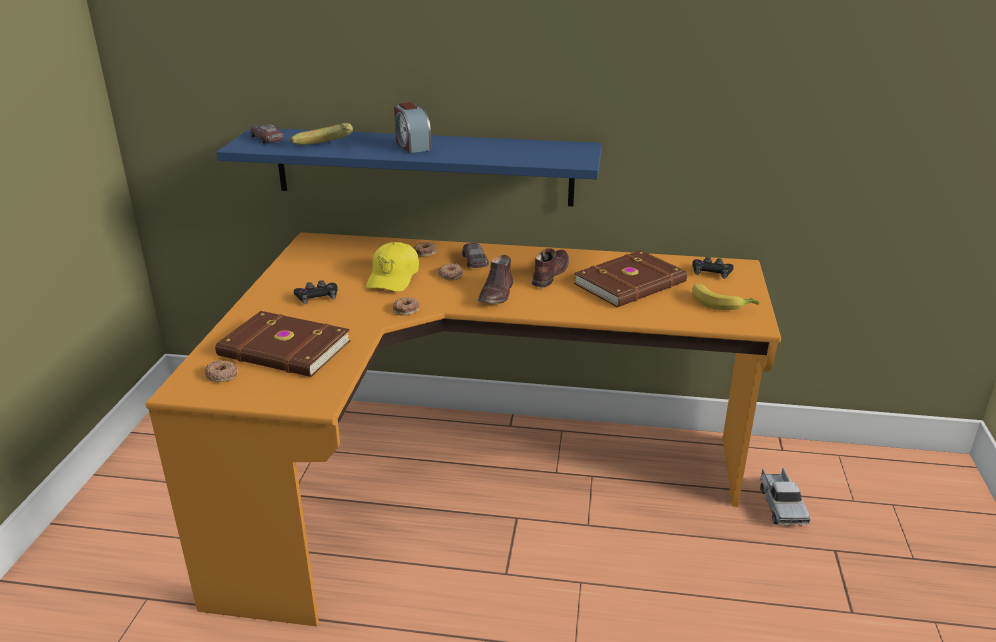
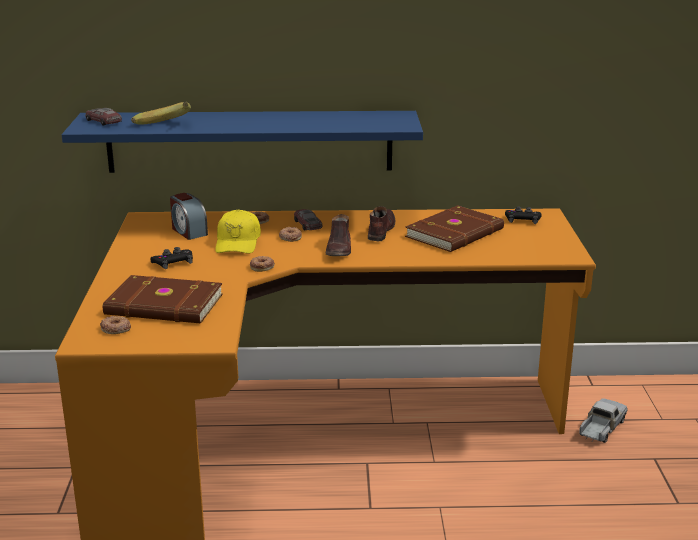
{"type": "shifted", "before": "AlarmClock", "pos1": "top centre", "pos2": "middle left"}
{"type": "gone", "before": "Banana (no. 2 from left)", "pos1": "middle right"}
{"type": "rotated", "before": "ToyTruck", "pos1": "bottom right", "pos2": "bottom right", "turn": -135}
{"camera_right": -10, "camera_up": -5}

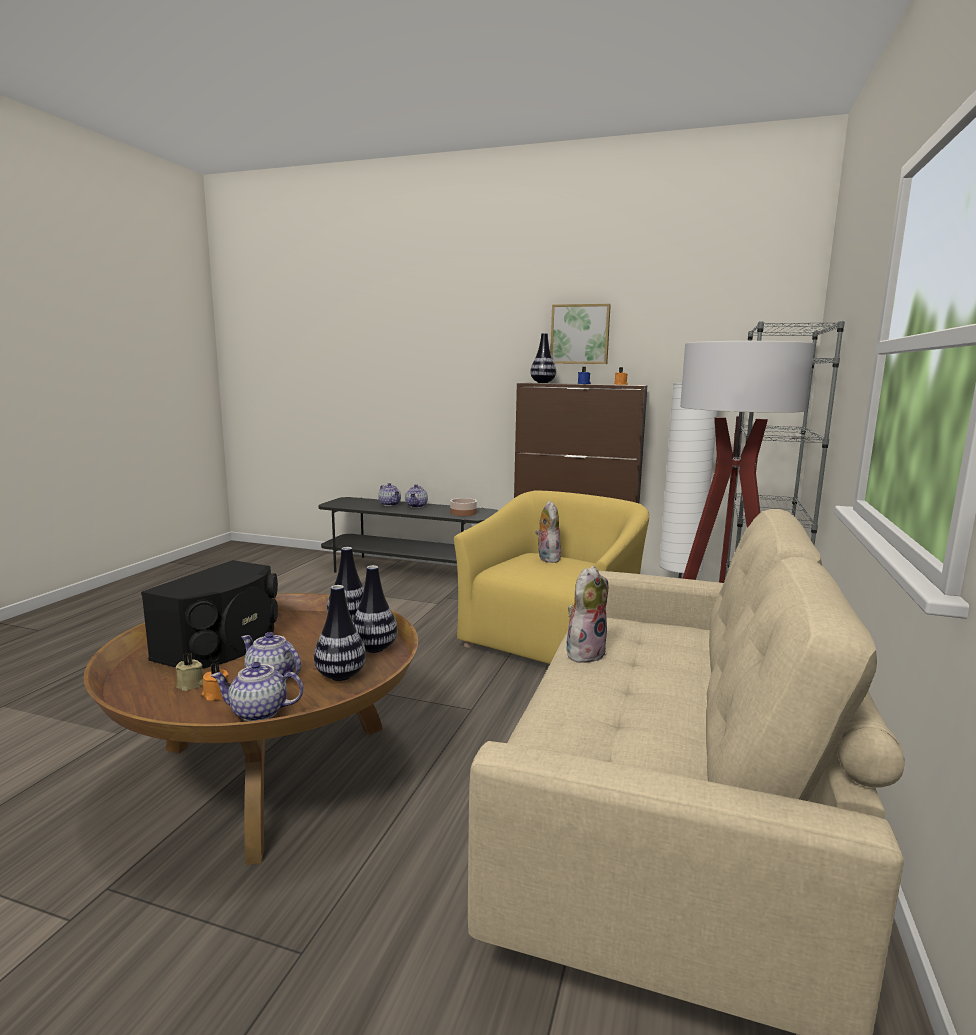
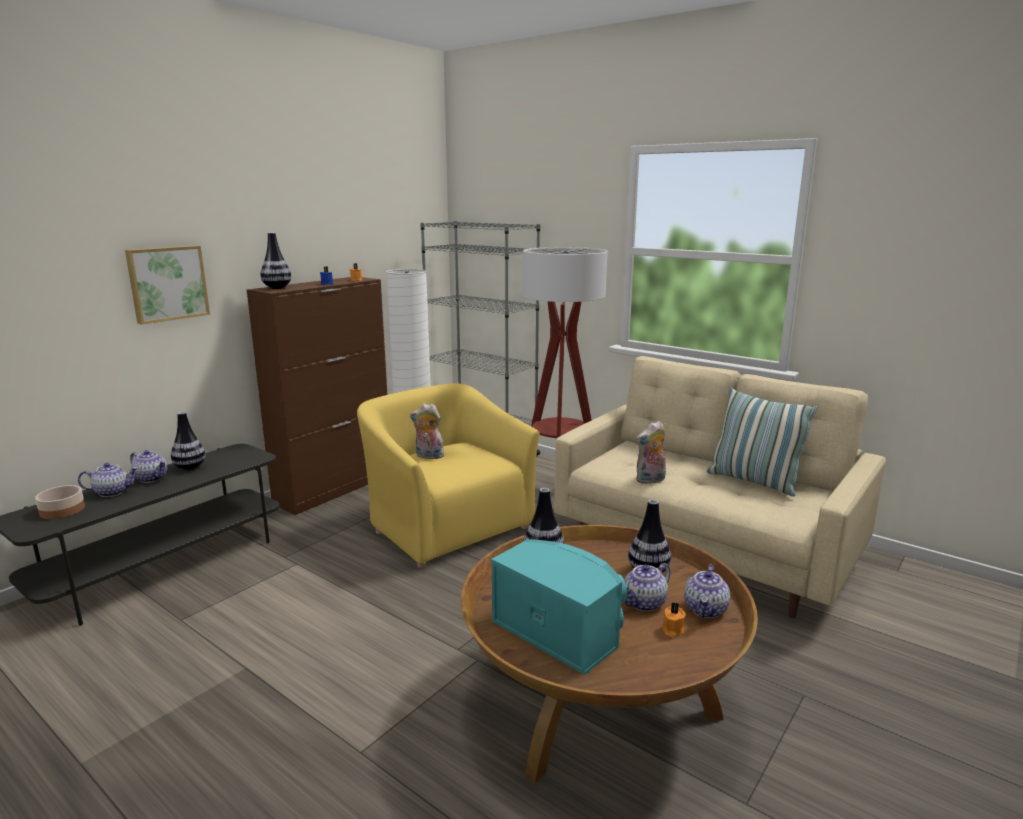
{"type": "shifted", "before": "Picture", "pos1": "top centre", "pos2": "middle left"}
{"type": "shifted", "before": "Bowl", "pos1": "centre", "pos2": "middle left"}
{"type": "repainted", "before": "BlackSpeaker", "after": "TurquoiseSpeaker", "pos1": "middle left", "pos2": "bottom centre"}
{"type": "shifted", "before": "Vase (no. 3 from left in the first image)", "after": "Vase (no. 1 from left)", "pos1": "centre", "pos2": "middle left"}
{"type": "rotated", "before": "PlushToy (no. 2 from left)", "pos1": "centre", "pos2": "centre", "turn": -90}
{"type": "gone", "before": "BeigeCandle", "pos1": "middle left"}
{"type": "new", "after": "Pillow", "pos2": "middle right"}
{"camera_right": -70, "camera_up": 5}

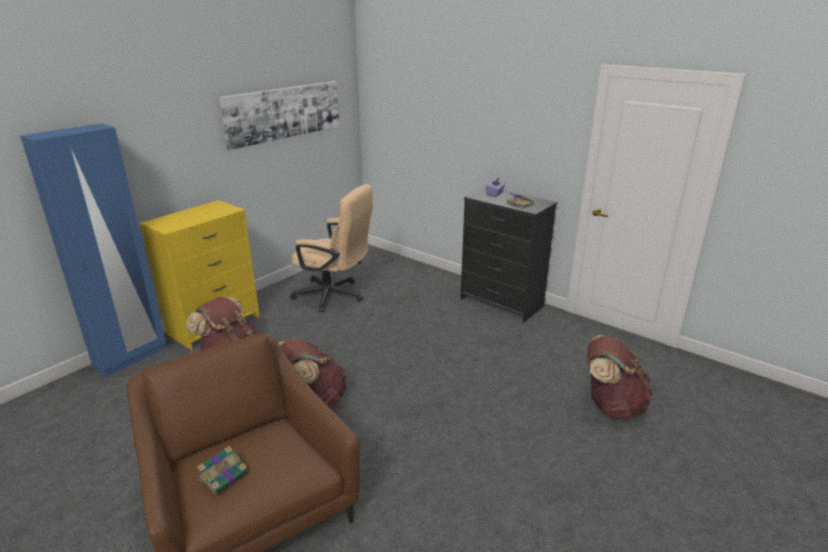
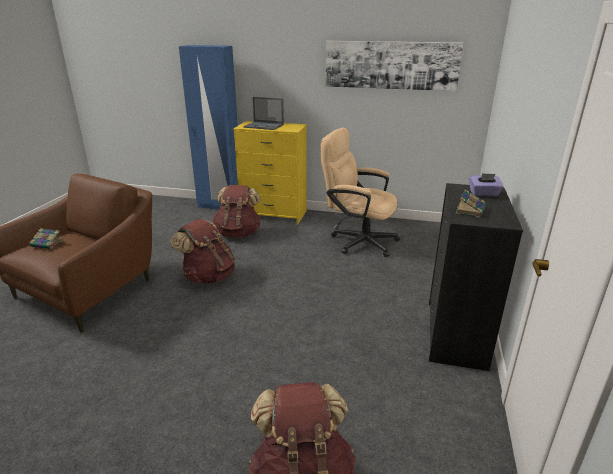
{"type": "rotated", "before": "BeigeOfficeChair", "pos1": "centre", "pos2": "centre", "turn": 120}
{"type": "new", "after": "Laptop", "pos2": "top centre"}
{"camera_right": 65, "camera_up": 0}

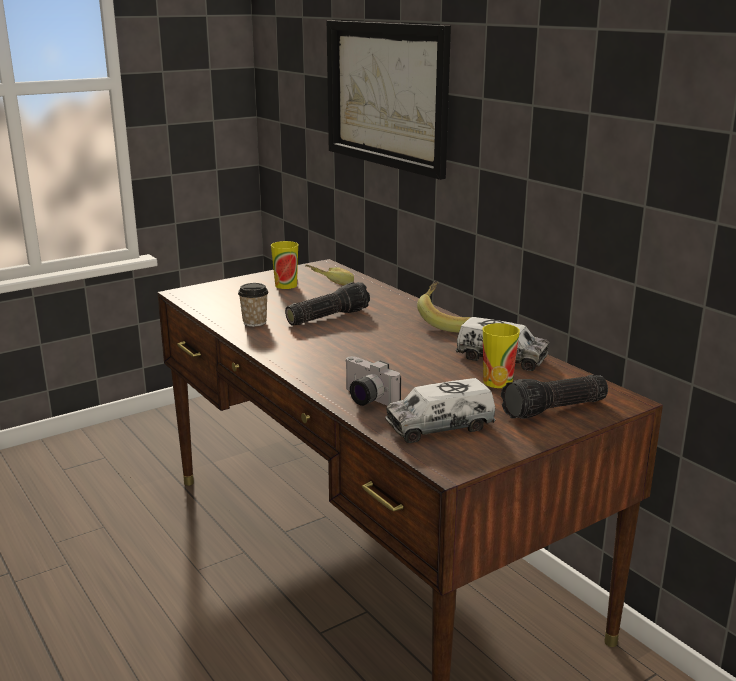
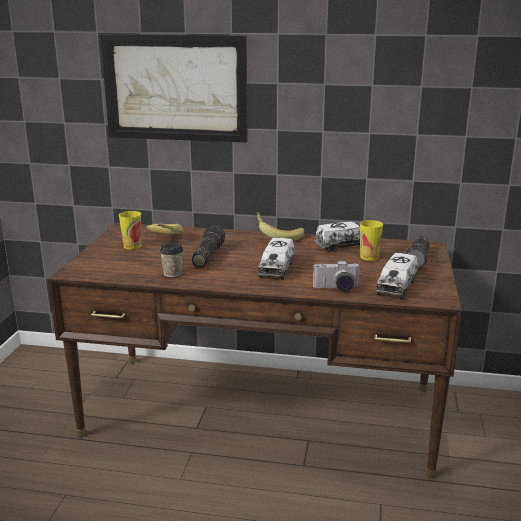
{"type": "new", "after": "ToyTruck (no. 1 from left)", "pos2": "centre"}
{"camera_right": -45, "camera_up": 0}

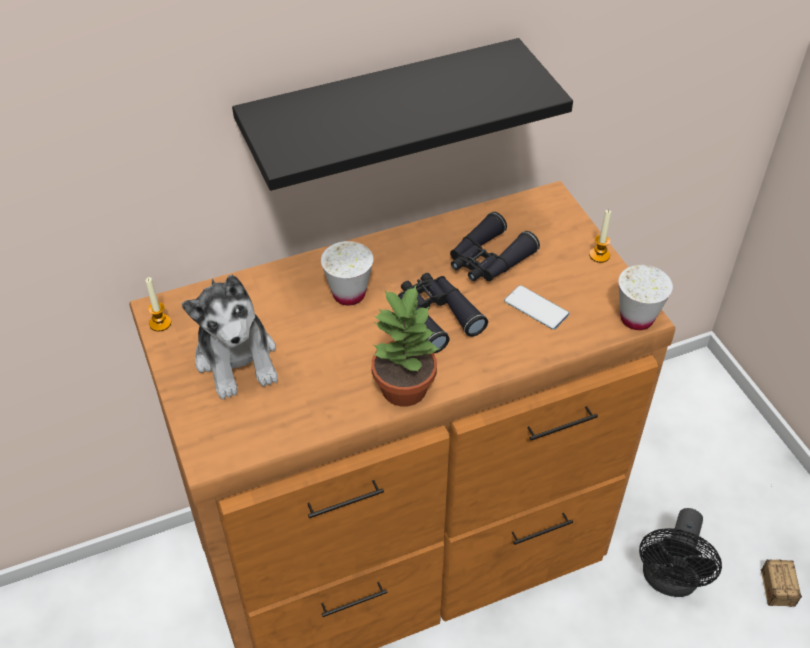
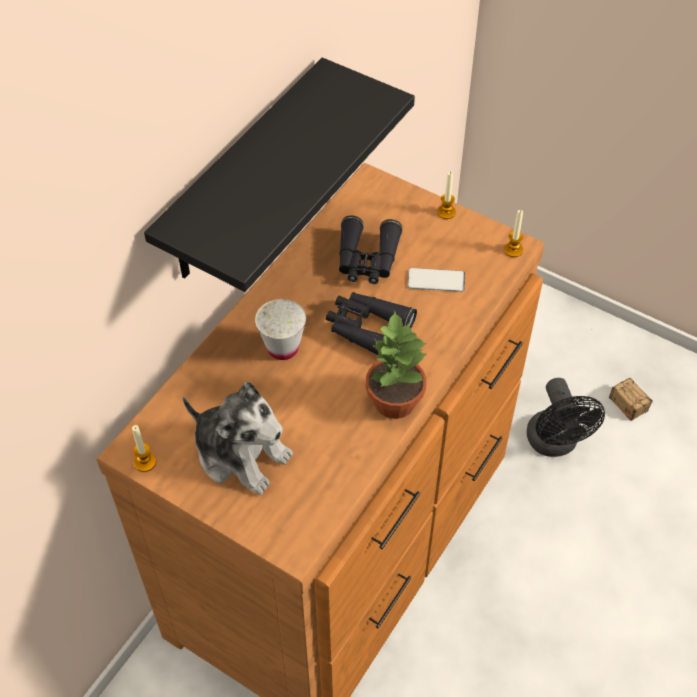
{"type": "swapped", "before": "WhiteCup (no. 2 from left)", "after": "Candle (no. 3 from left)", "pos1": "middle right", "pos2": "middle right"}
{"camera_right": -35, "camera_up": 5}

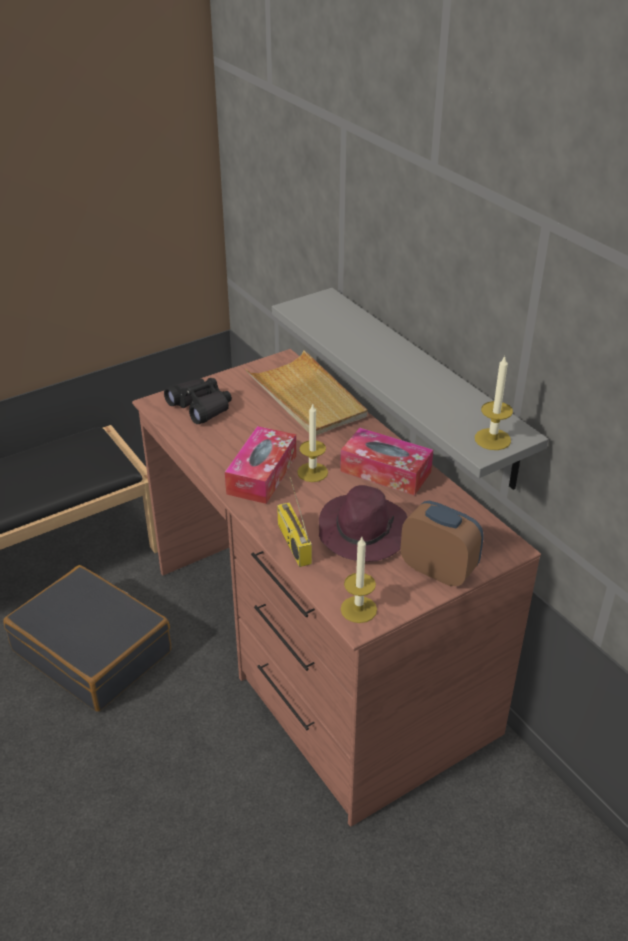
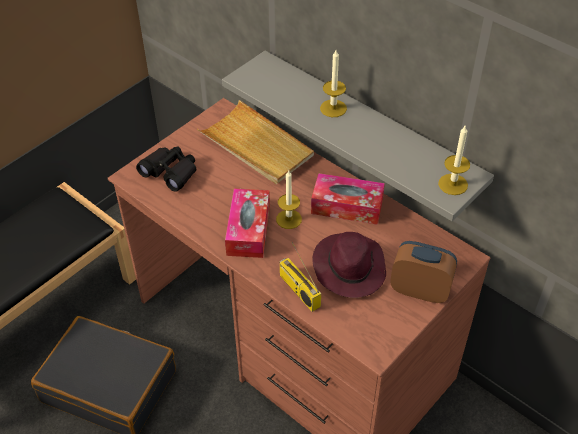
{"type": "shifted", "before": "Candle (no. 2 from left)", "pos1": "centre", "pos2": "top centre"}
{"camera_right": -15, "camera_up": 10}

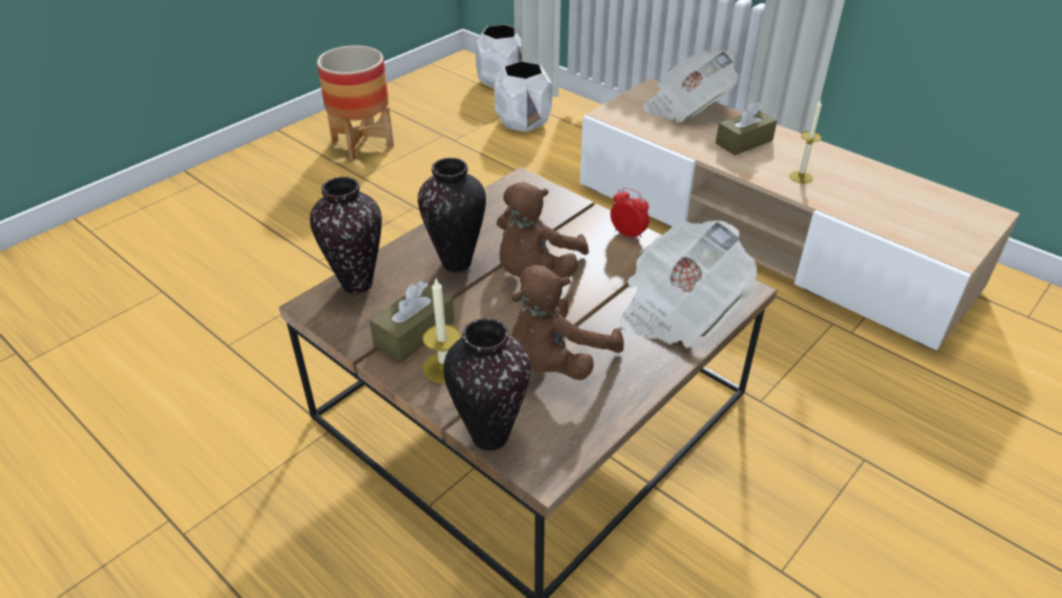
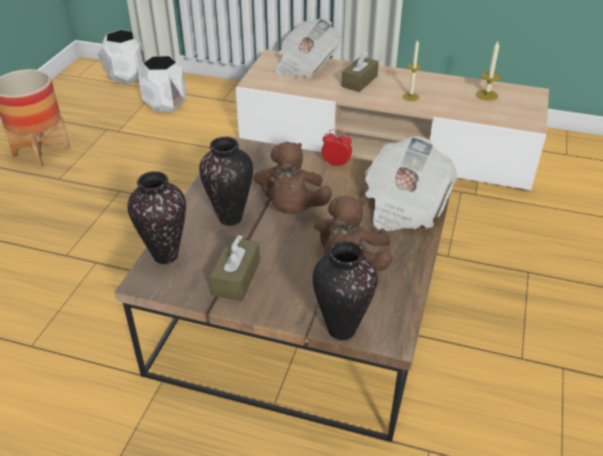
{"type": "shifted", "before": "Candle (no. 1 from left in the first image)", "after": "Candle (no. 2 from left)", "pos1": "centre", "pos2": "top right"}
{"camera_right": -25, "camera_up": 0}

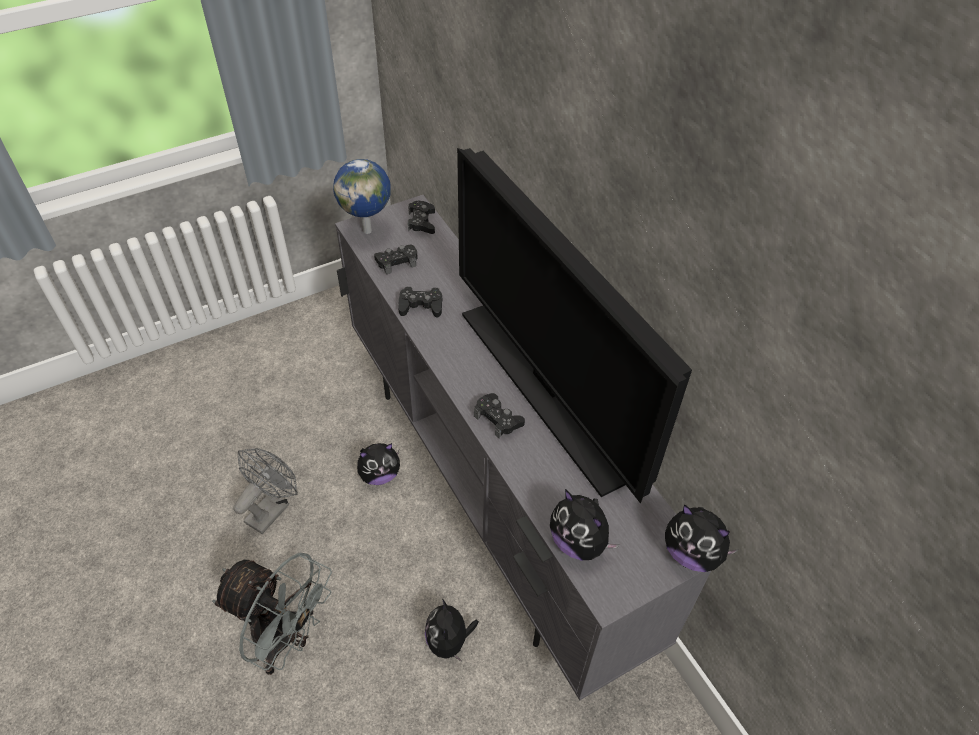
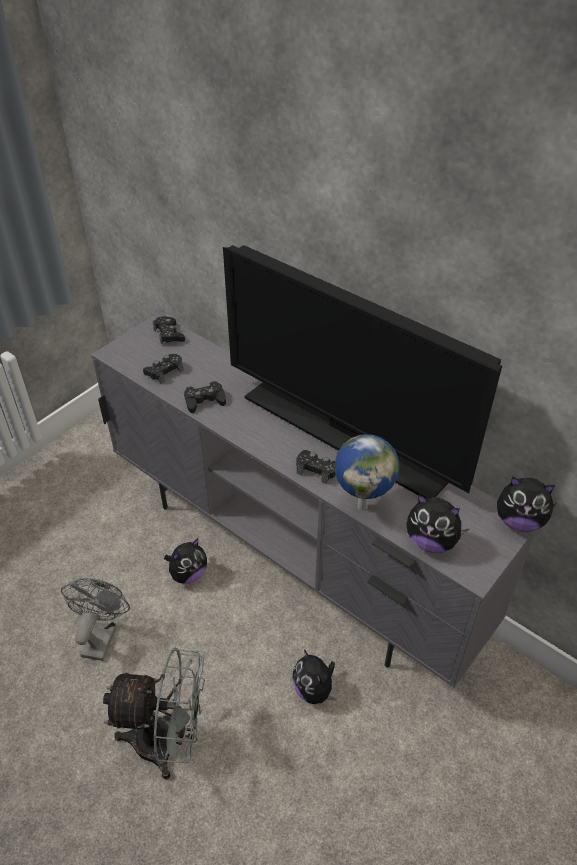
{"type": "shifted", "before": "Globe", "pos1": "top centre", "pos2": "centre"}
{"camera_right": -20, "camera_up": -5}

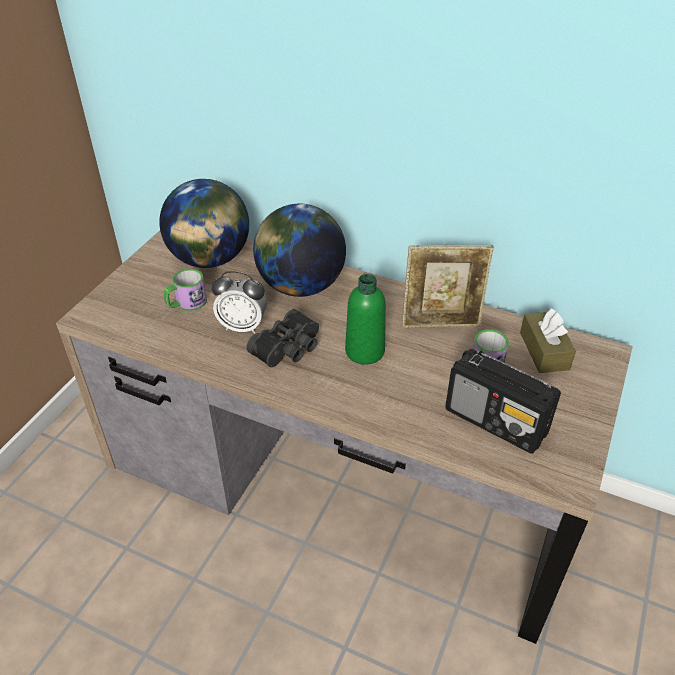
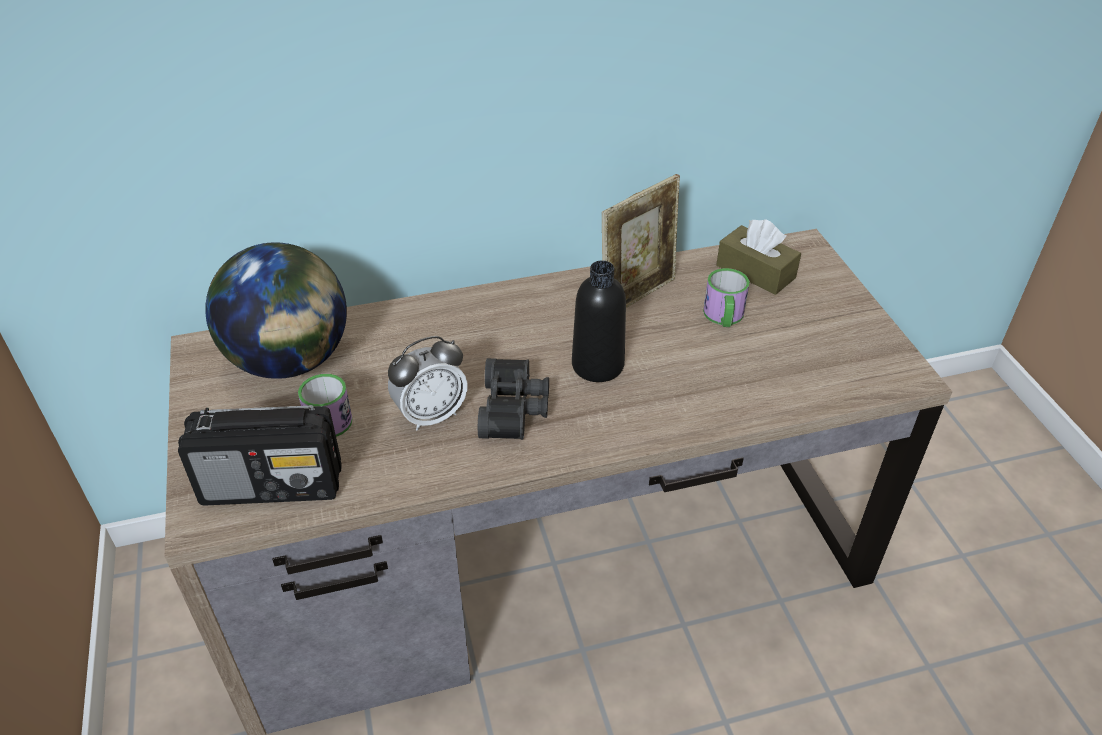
{"type": "gone", "before": "Globe (no. 2 from left)", "pos1": "centre"}
{"type": "repainted", "before": "GreenBottle", "after": "BlackBottle", "pos1": "centre", "pos2": "centre"}
{"type": "shifted", "before": "Radio", "pos1": "middle right", "pos2": "middle left"}
{"camera_right": -40, "camera_up": 0}

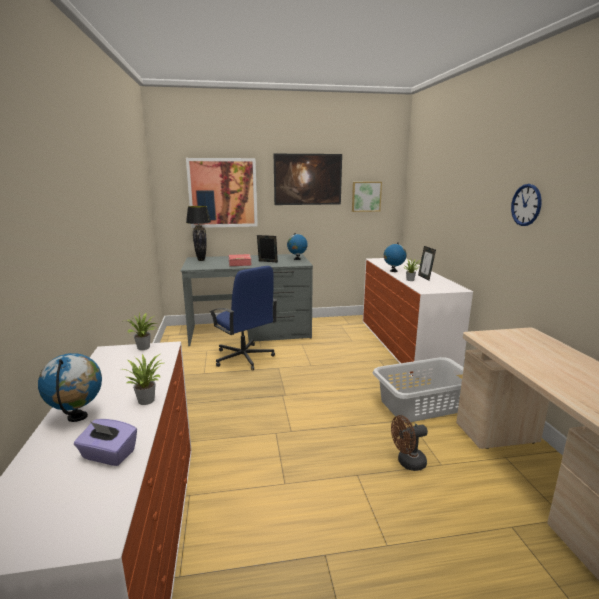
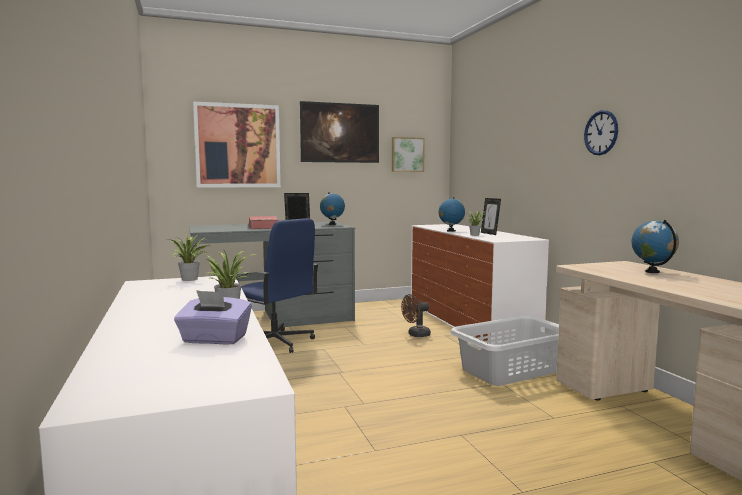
{"type": "gone", "before": "BlackTableLamp", "pos1": "middle left"}
{"type": "shifted", "before": "Globe (no. 1 from left in the first image)", "after": "Globe (no. 3 from left)", "pos1": "middle left", "pos2": "middle right"}
{"type": "shifted", "before": "BrownFan", "pos1": "bottom right", "pos2": "centre"}
{"camera_right": -10, "camera_up": -10}

